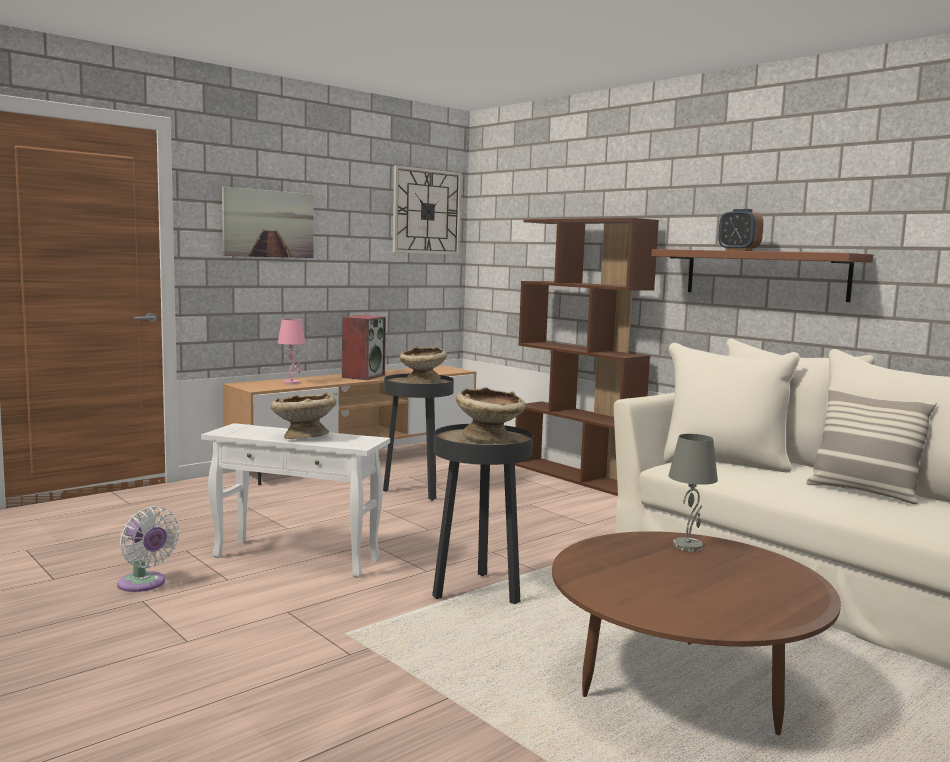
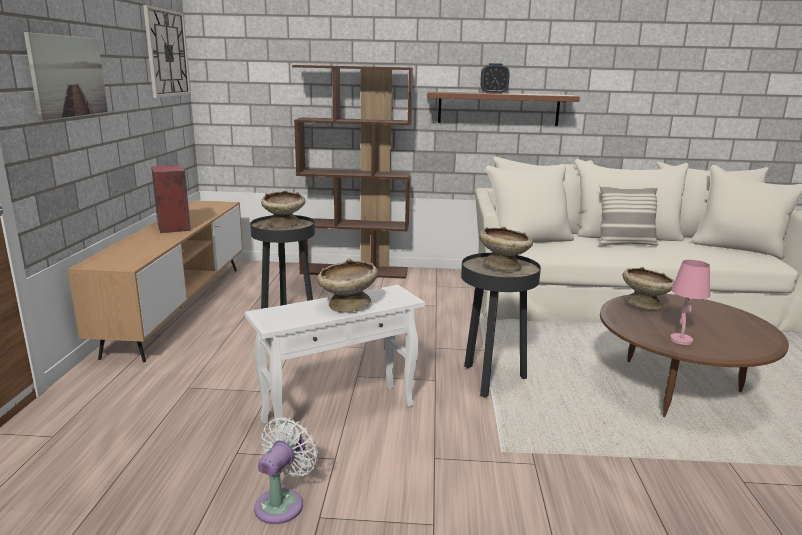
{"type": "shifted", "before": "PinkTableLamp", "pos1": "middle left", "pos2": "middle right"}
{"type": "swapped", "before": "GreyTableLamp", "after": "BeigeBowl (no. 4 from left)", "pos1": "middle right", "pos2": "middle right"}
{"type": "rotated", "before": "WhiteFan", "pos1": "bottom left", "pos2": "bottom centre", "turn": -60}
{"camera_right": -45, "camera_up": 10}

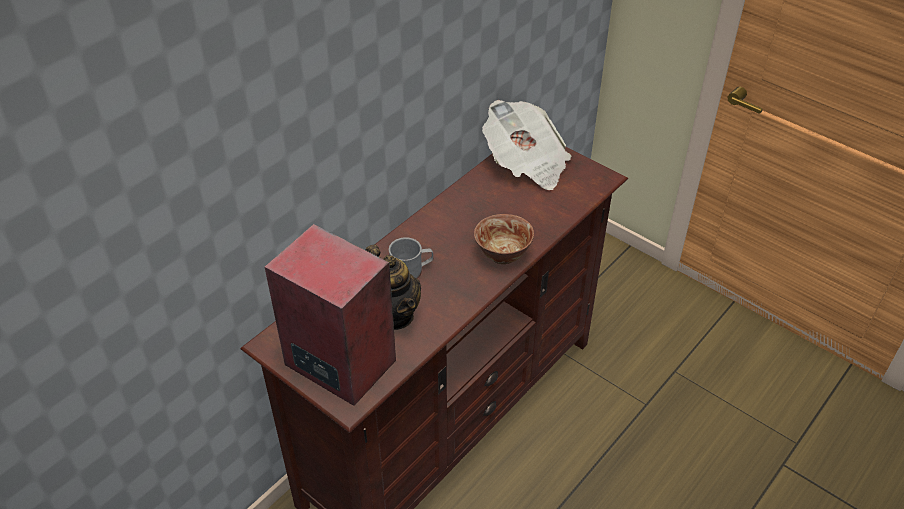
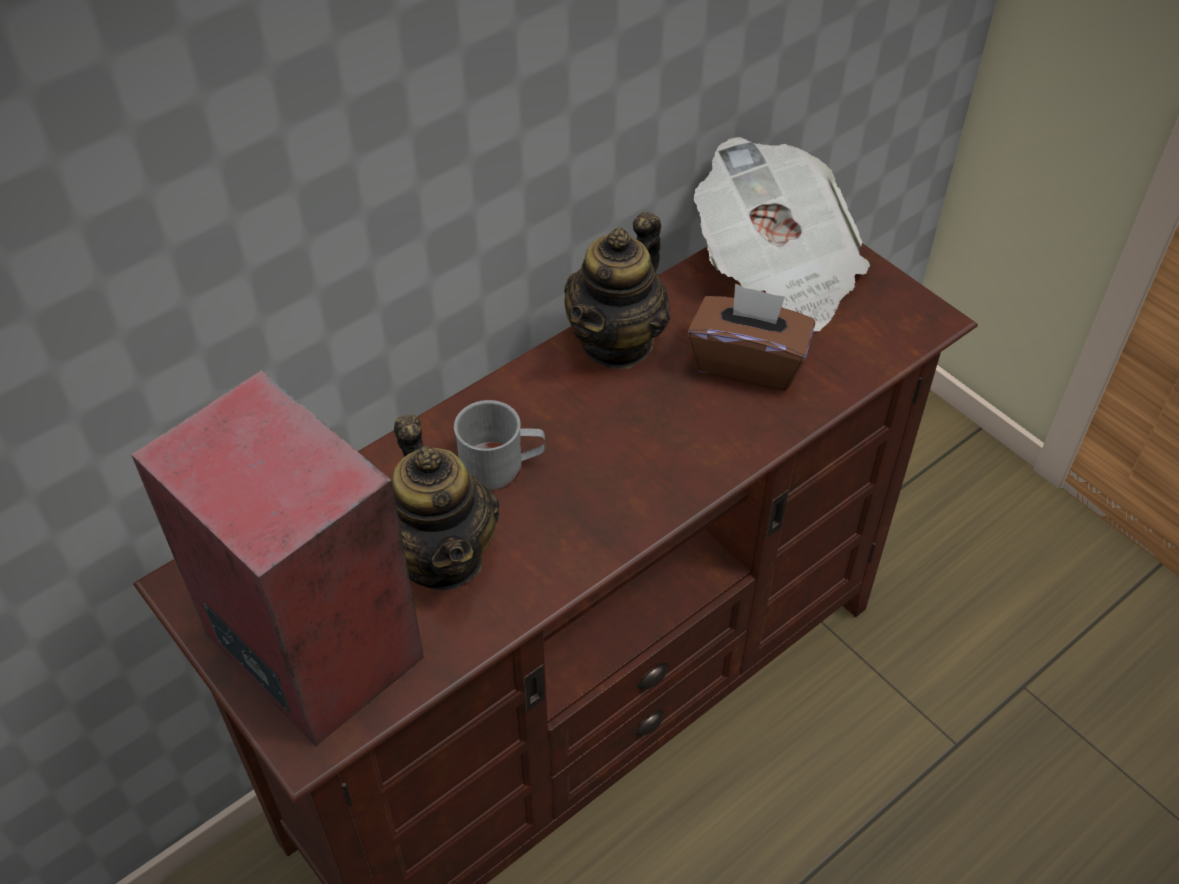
{"type": "gone", "before": "Bowl", "pos1": "centre"}
{"type": "new", "after": "Teapot (no. 2 from left)", "pos2": "top centre"}
{"type": "new", "after": "BrownTissueBox", "pos2": "centre"}
{"camera_right": 10, "camera_up": 5}

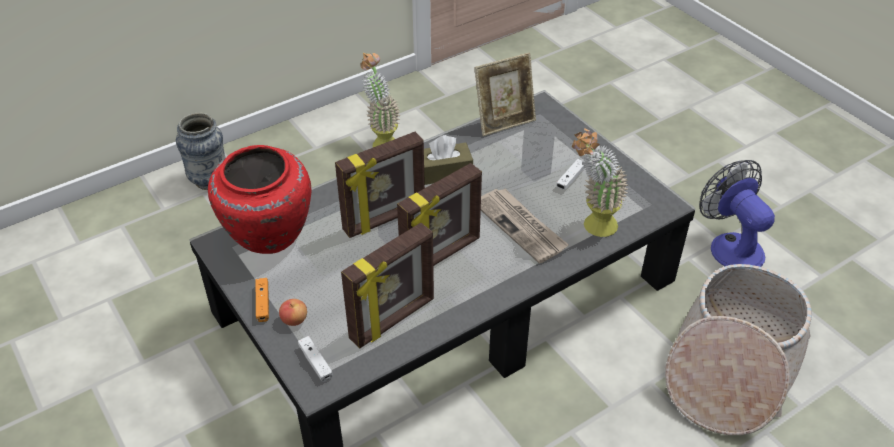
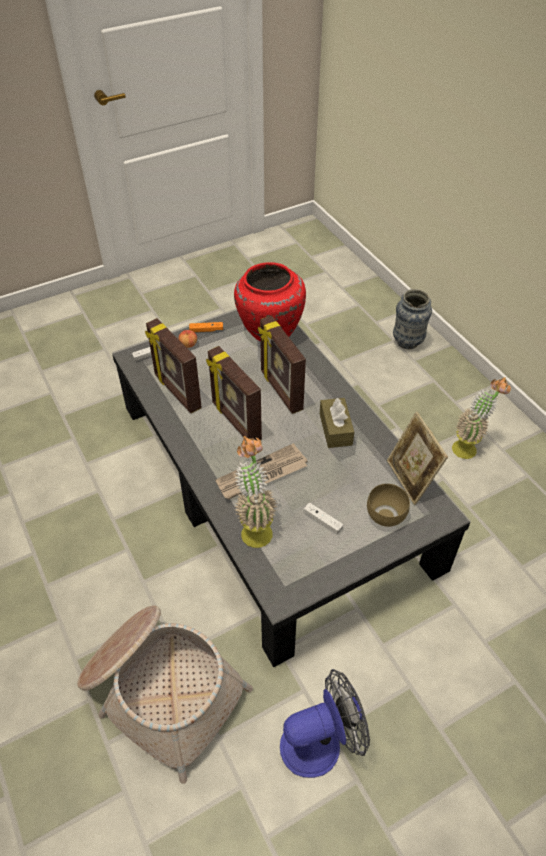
{"type": "new", "after": "BrownBowl", "pos2": "middle right"}
{"camera_right": 95, "camera_up": 5}

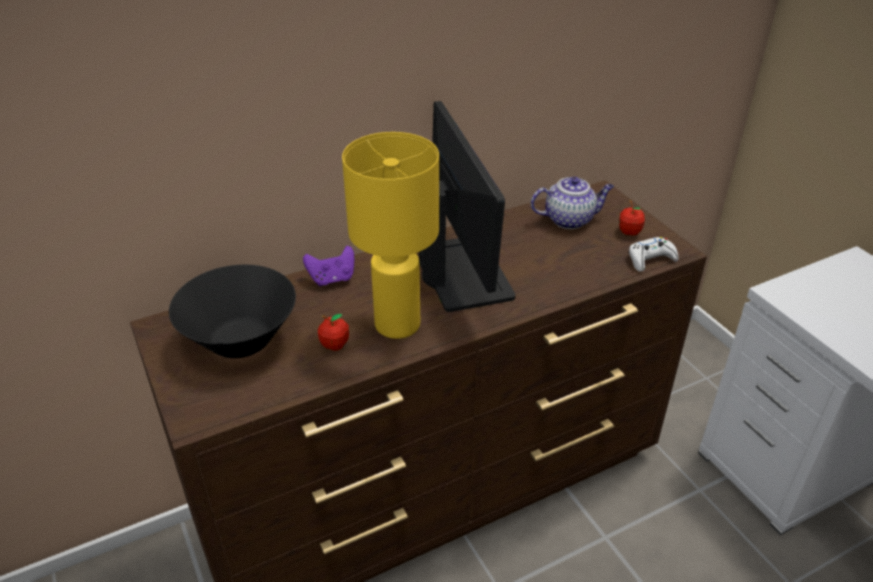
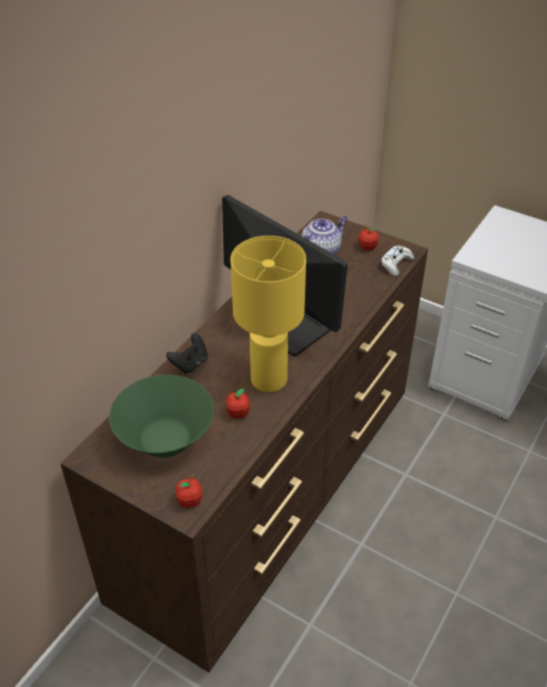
{"type": "repainted", "before": "PurpleGameController", "after": "BlackGameController", "pos1": "centre", "pos2": "centre"}
{"type": "repainted", "before": "BlackBowl", "after": "GreenBowl", "pos1": "middle left", "pos2": "middle left"}
{"type": "new", "after": "Apple (no. 1 from left)", "pos2": "bottom centre"}
{"camera_right": -30, "camera_up": 5}

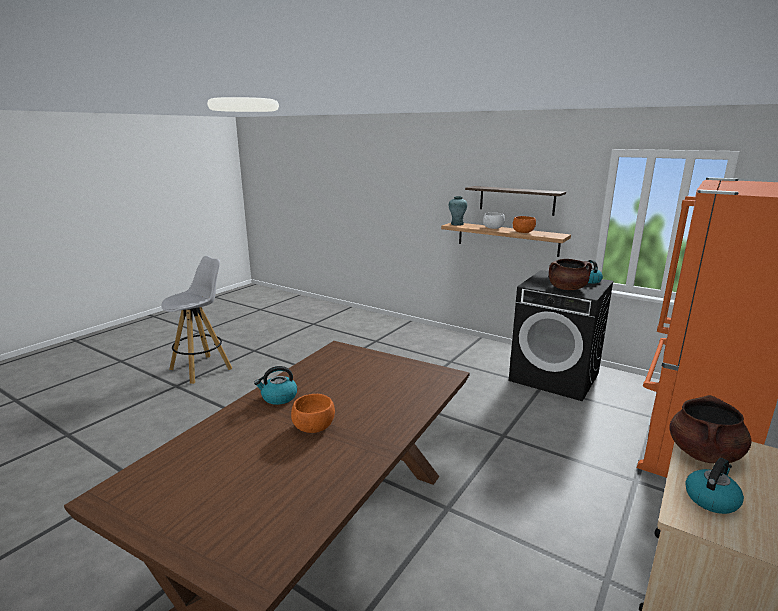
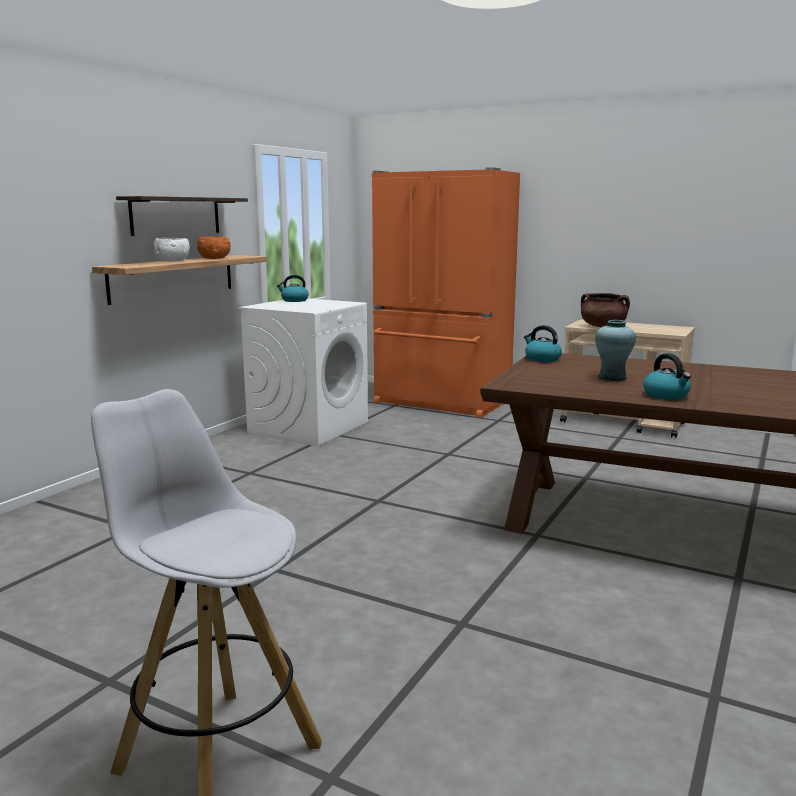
{"type": "shifted", "before": "TurquoiseVase", "pos1": "centre", "pos2": "middle right"}
{"type": "gone", "before": "BrownCookingPot (no. 1 from left)", "pos1": "middle right"}
{"type": "repainted", "before": "BlackWashingMachine", "after": "WhiteWashingMachine", "pos1": "middle right", "pos2": "centre"}
{"type": "gone", "before": "OrangeBowl (no. 1 from left)", "pos1": "bottom centre"}
{"type": "shifted", "before": "Kettle (no. 3 from left in the first image)", "after": "Kettle (no. 2 from left)", "pos1": "bottom right", "pos2": "middle right"}
{"camera_right": -95, "camera_up": -5}

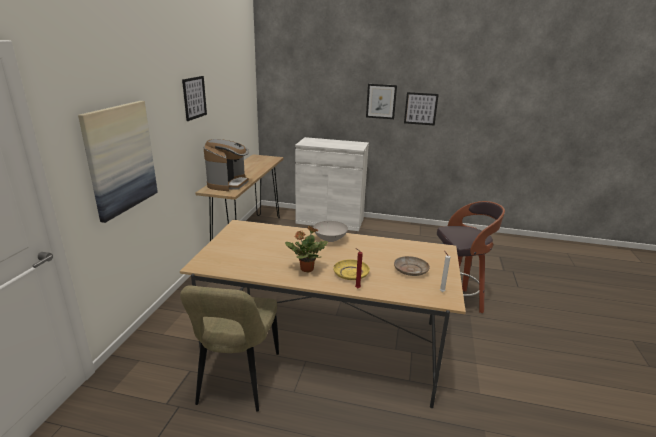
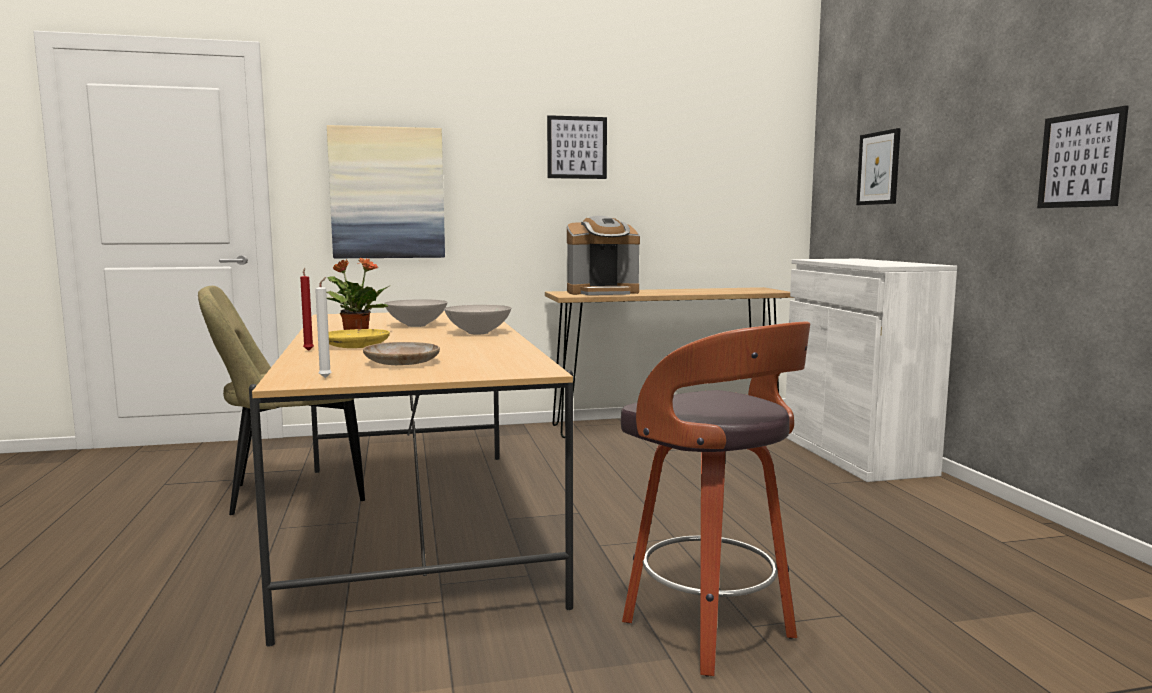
{"type": "shifted", "before": "Picture (no. 3 from left)", "pos1": "top centre", "pos2": "top right"}
{"type": "new", "after": "WhiteBowl (no. 1 from left)", "pos2": "centre"}
{"camera_right": 65, "camera_up": -15}

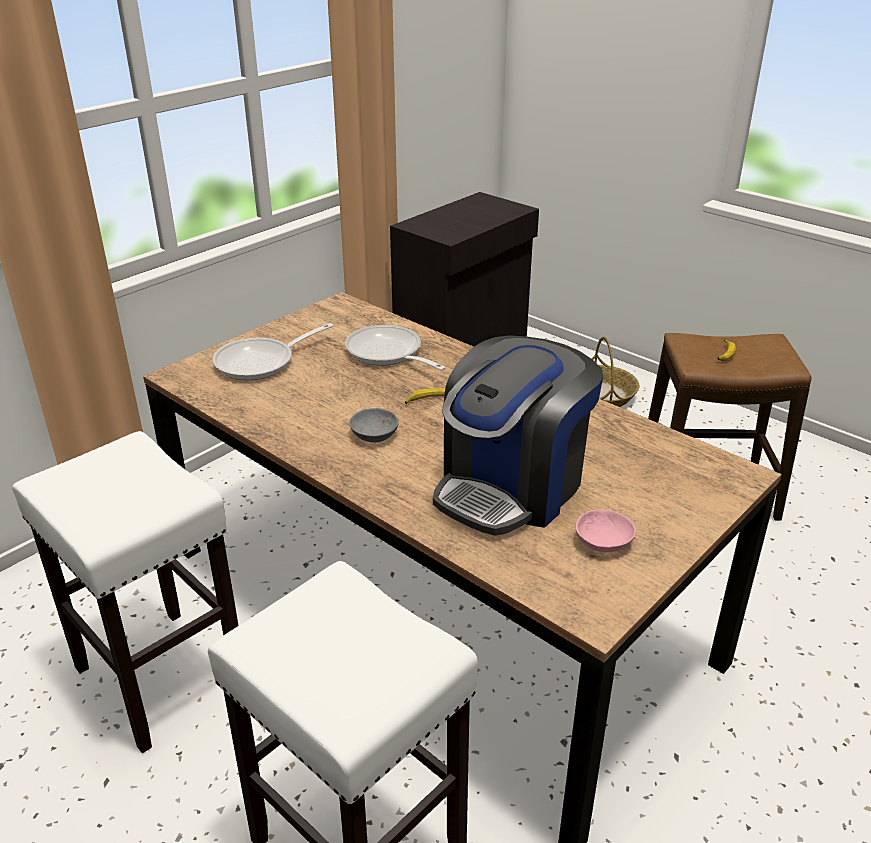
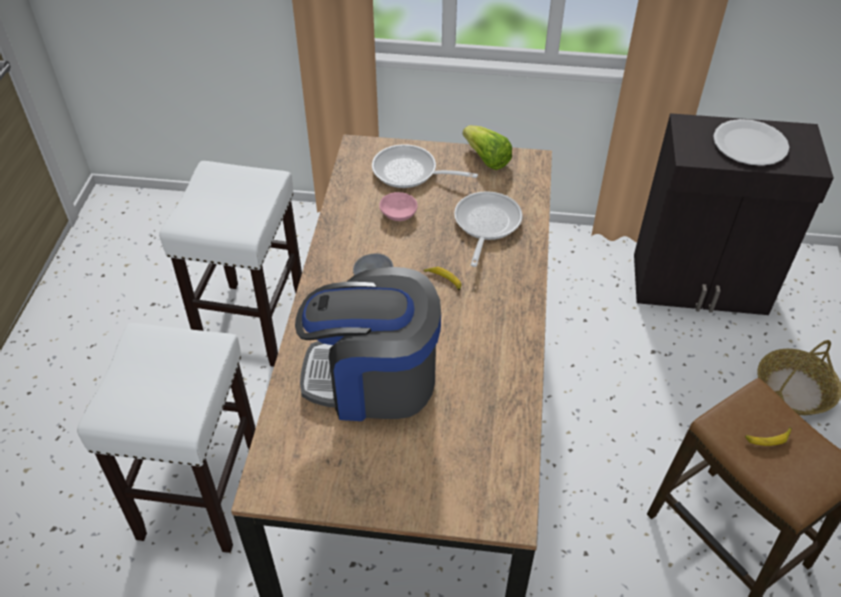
{"type": "shifted", "before": "PinkBowl", "pos1": "middle right", "pos2": "centre"}
{"type": "new", "after": "WhitePlate", "pos2": "top right"}
{"type": "new", "after": "Lettuce", "pos2": "top centre"}
{"camera_right": 55, "camera_up": 15}

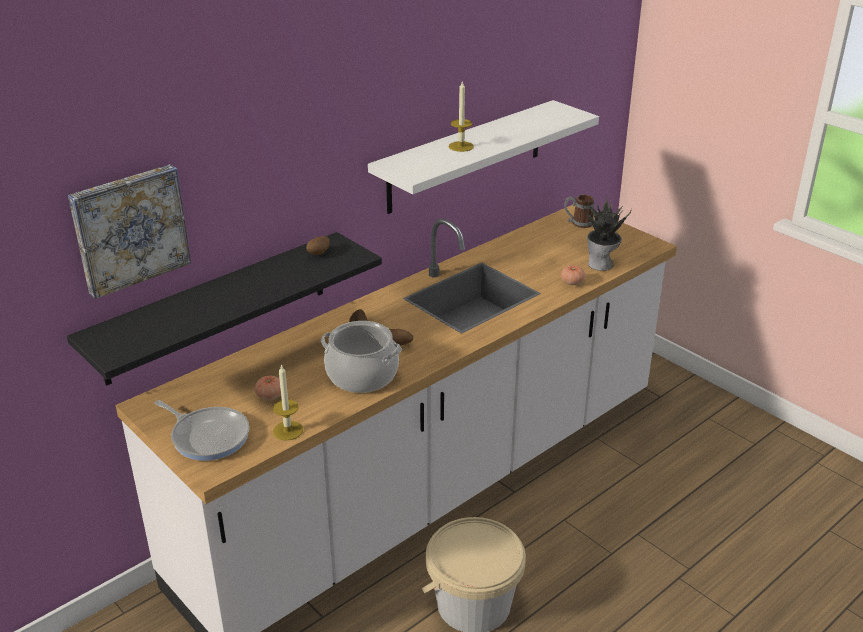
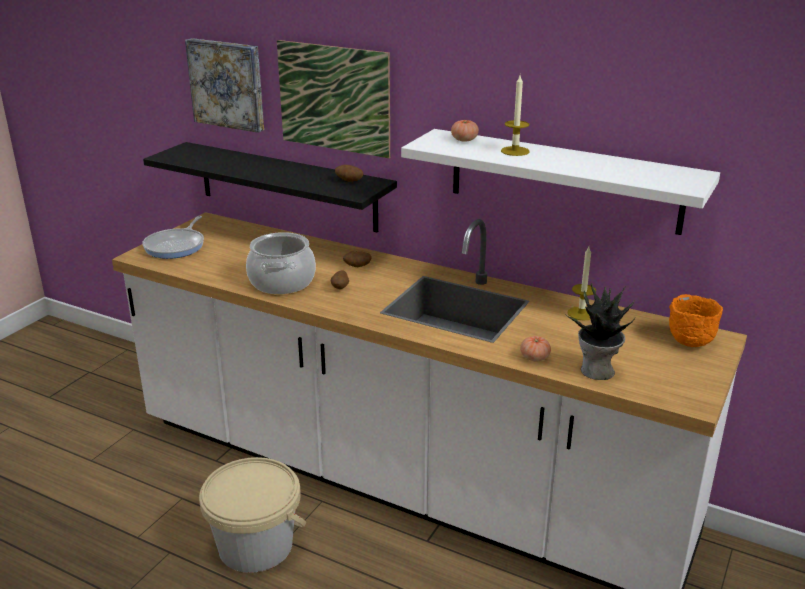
{"type": "swapped", "before": "Mug", "after": "OrangeBowl", "pos1": "middle right", "pos2": "middle right"}
{"type": "shifted", "before": "Candle (no. 1 from left in the first image)", "after": "Candle (no. 2 from left)", "pos1": "centre", "pos2": "middle right"}
{"type": "shifted", "before": "Tomato (no. 1 from left)", "pos1": "middle left", "pos2": "top centre"}
{"type": "new", "after": "Picture (no. 2 from left)", "pos2": "top centre"}
{"camera_right": 70, "camera_up": -5}

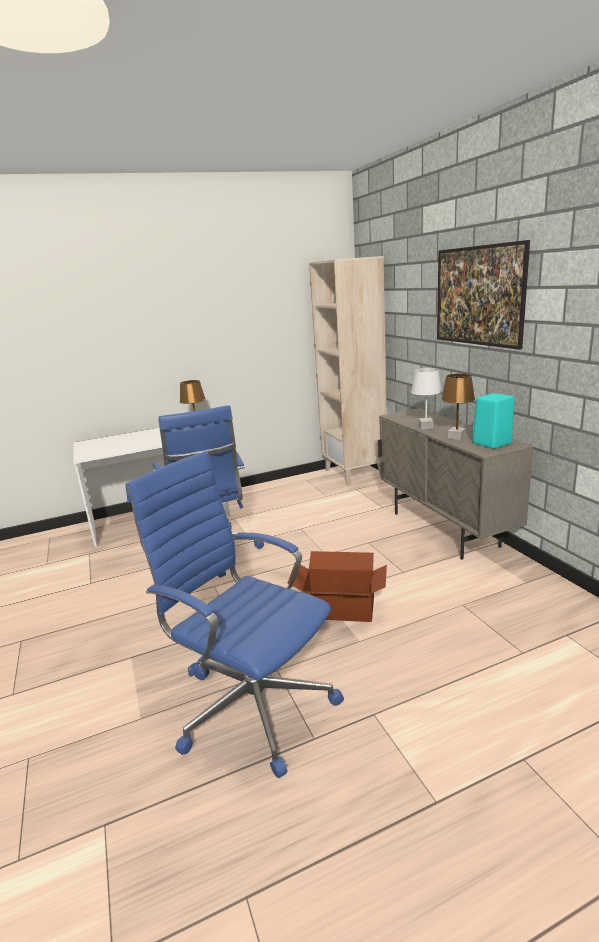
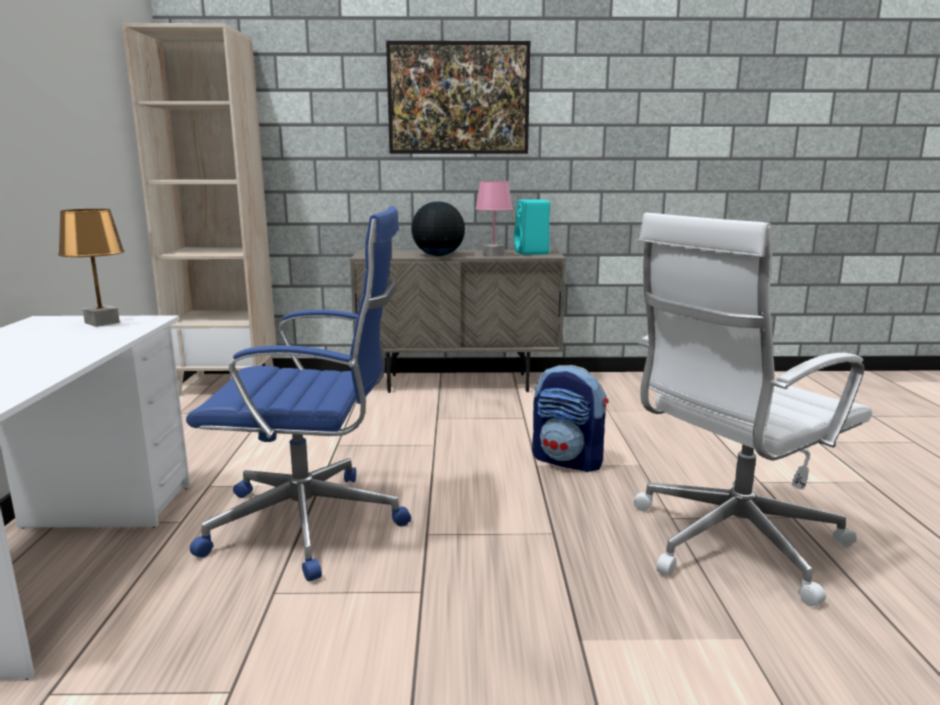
{"type": "swapped", "before": "WhiteTableLamp", "after": "Globe", "pos1": "middle right", "pos2": "top centre"}
{"type": "repainted", "before": "BrownTableLamp (no. 2 from left)", "after": "PinkTableLamp", "pos1": "middle right", "pos2": "top centre"}
{"type": "repainted", "before": "BlueOfficeChair (no. 2 from left)", "after": "WhiteOfficeChair", "pos1": "centre", "pos2": "middle right"}
{"type": "swapped", "before": "CardboardBox", "after": "Backpack", "pos1": "centre", "pos2": "centre"}
{"camera_right": -70, "camera_up": -5}

